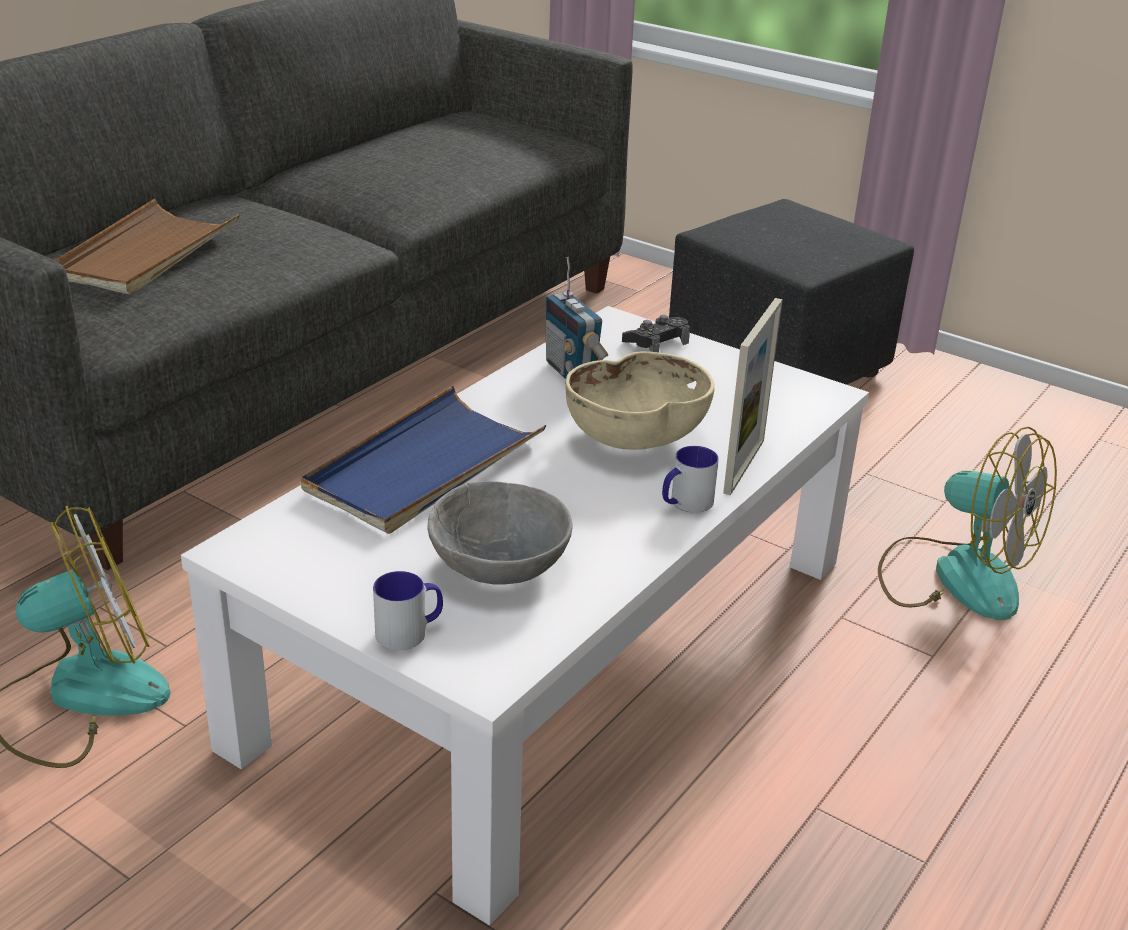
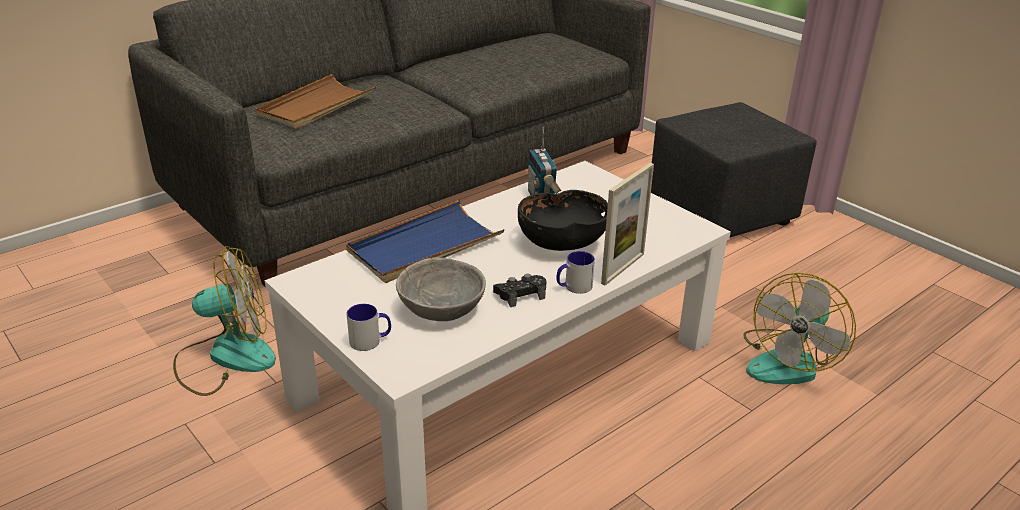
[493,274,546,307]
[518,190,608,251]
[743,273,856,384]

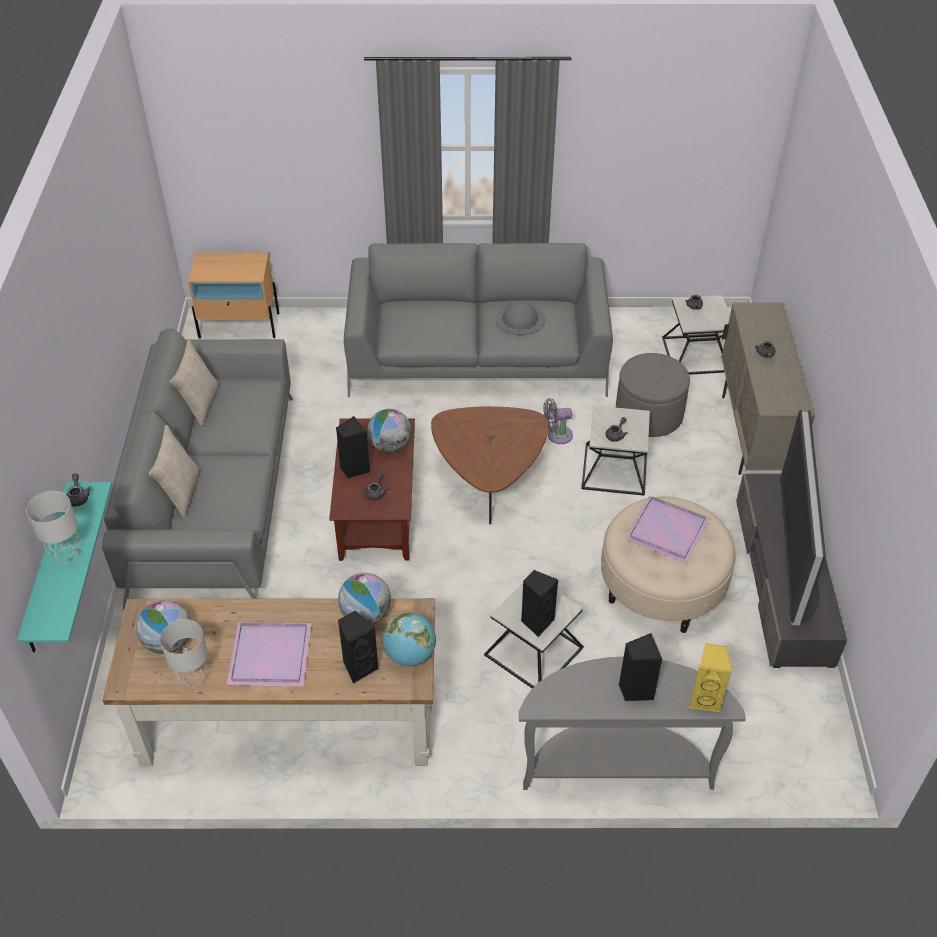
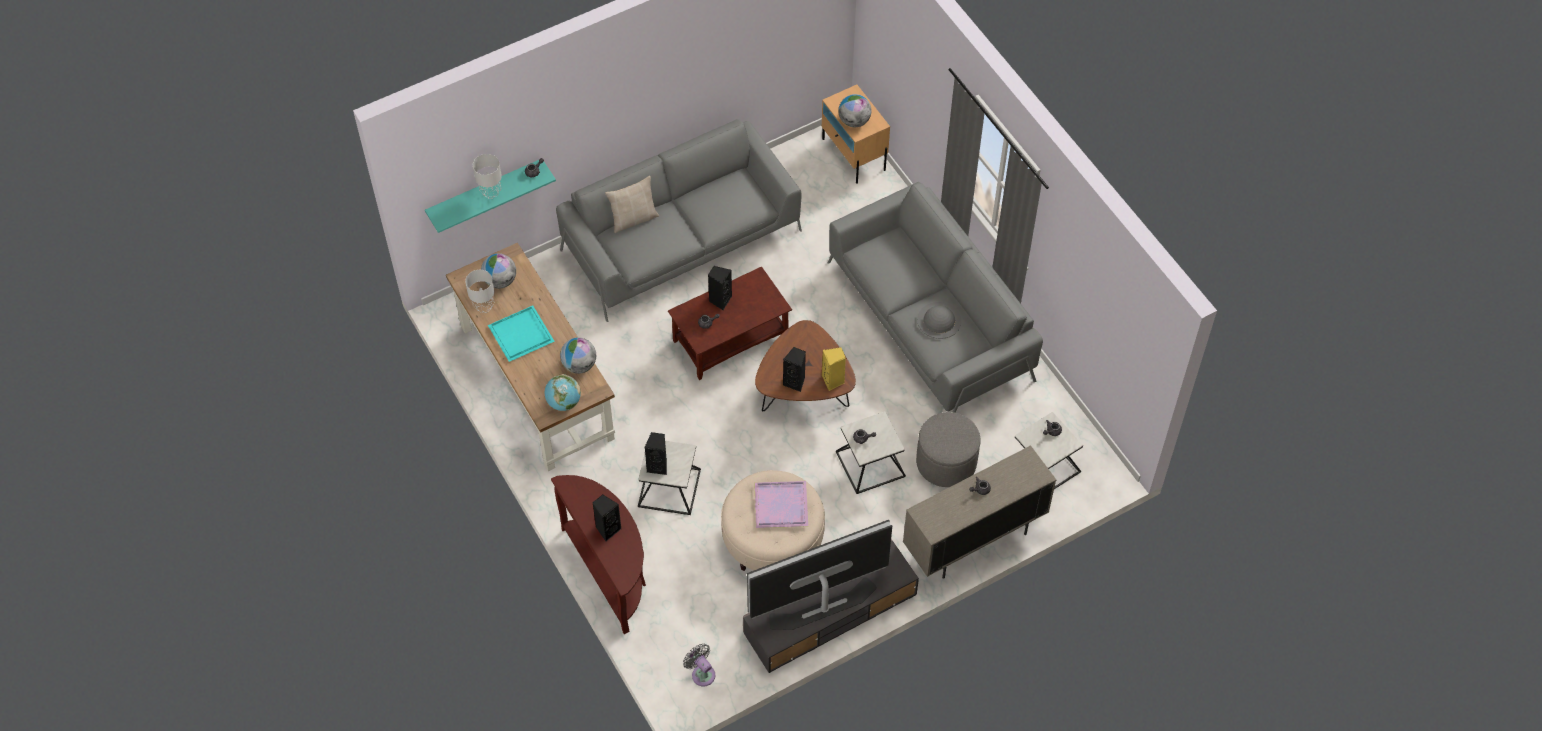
[488,306,555,362]
[551,475,646,634]
[683,643,715,686]
[783,347,806,392]
[822,347,846,391]
[838,94,872,127]
[170,340,219,426] (first image)

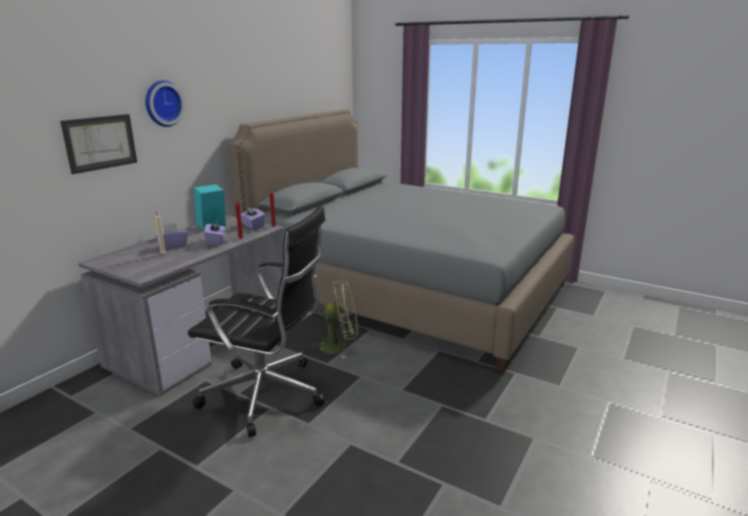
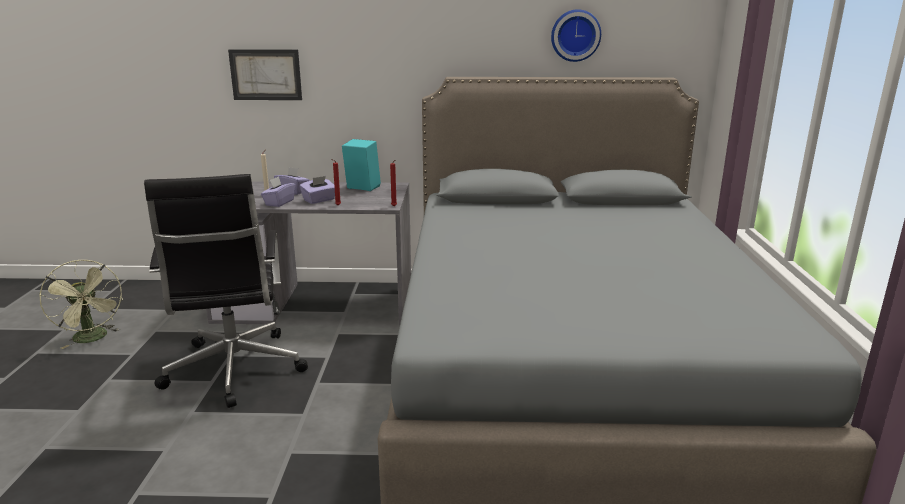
[39,260,123,349]
[261,176,295,207]
[551,9,601,62]

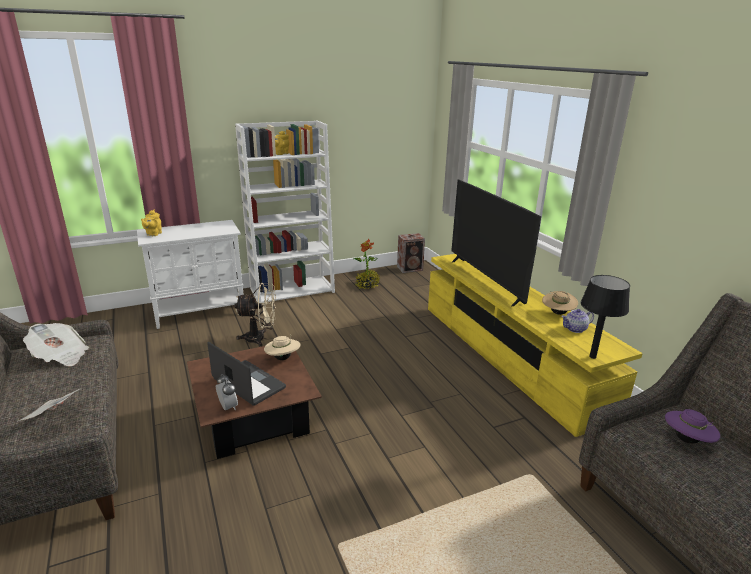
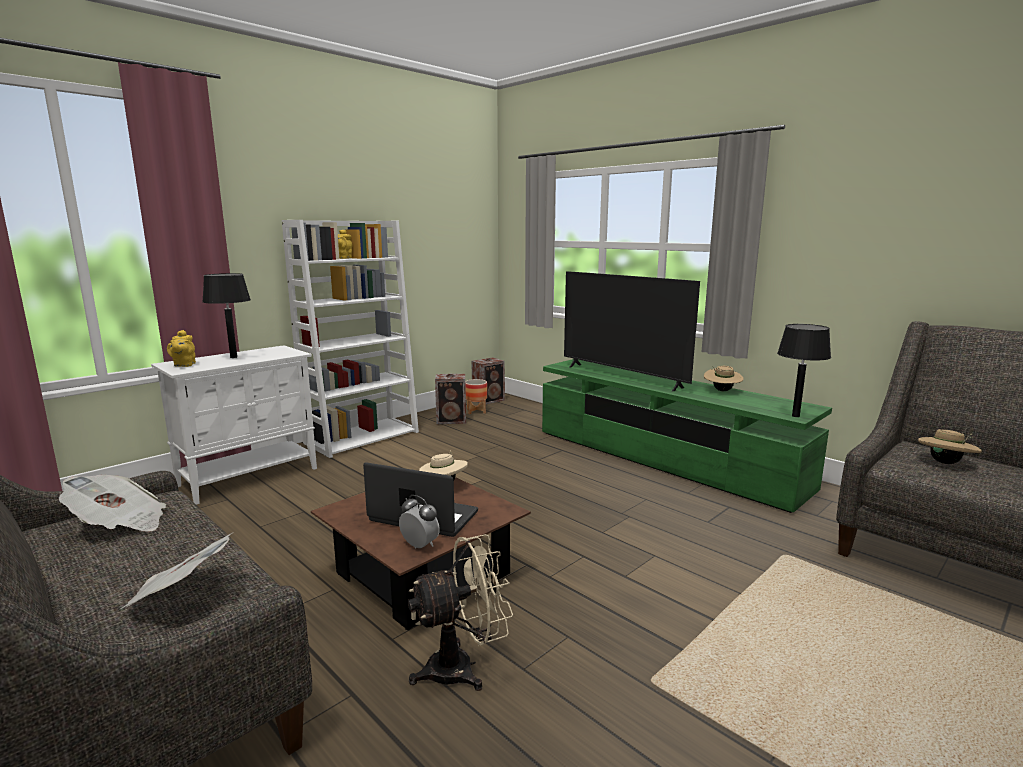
[202,273,251,358]
[408,534,513,691]
[435,374,466,424]
[465,379,487,414]
[542,359,832,513]
[918,429,982,464]
[561,309,594,333] (first image)

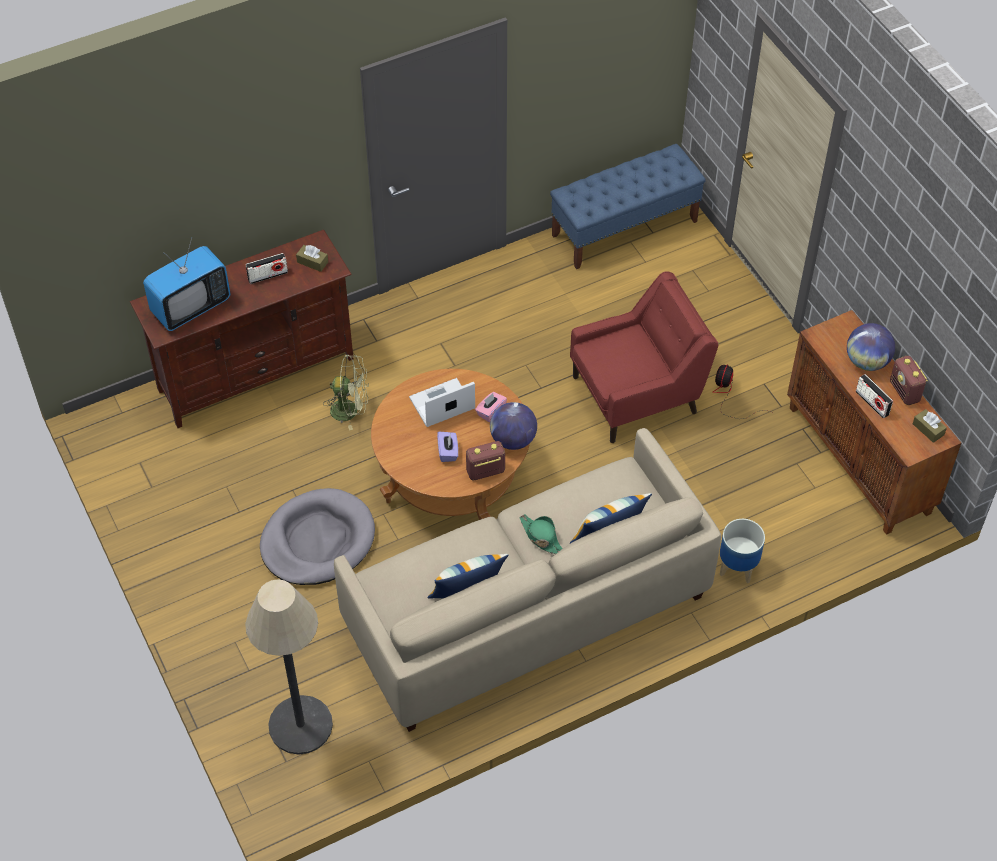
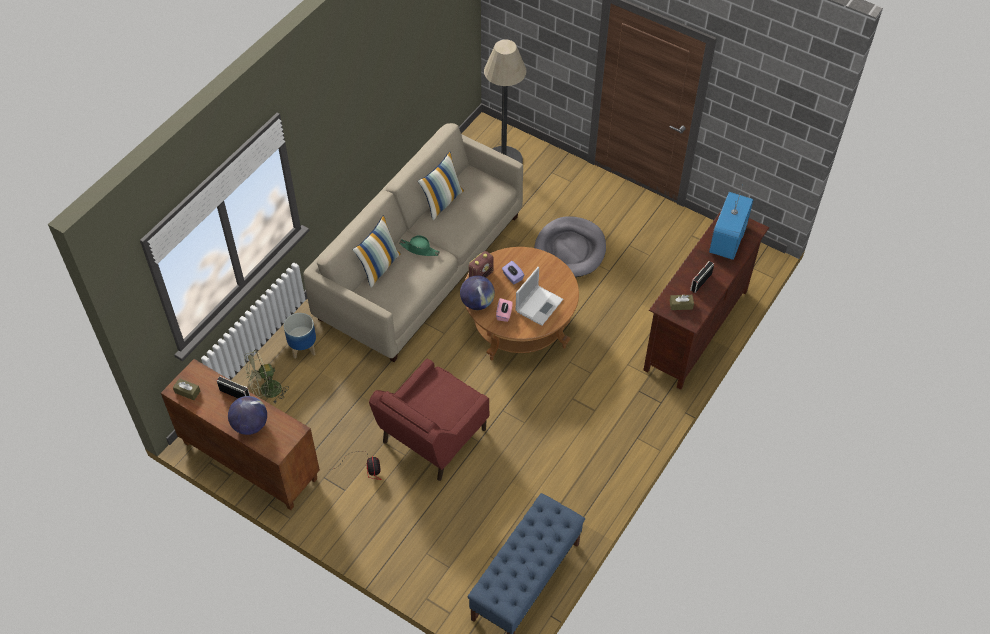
[244,350,288,404]
[890,356,928,405] (first image)

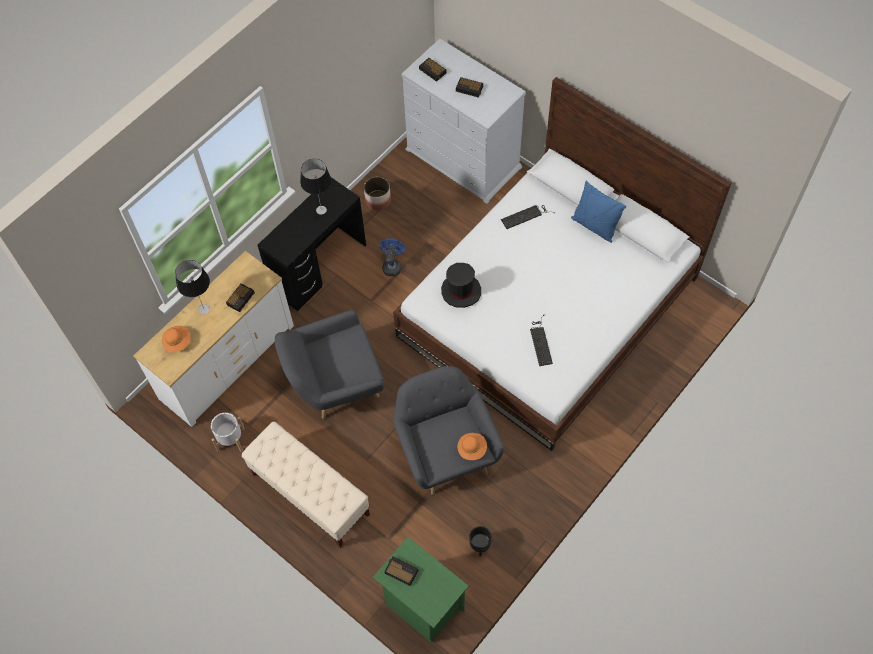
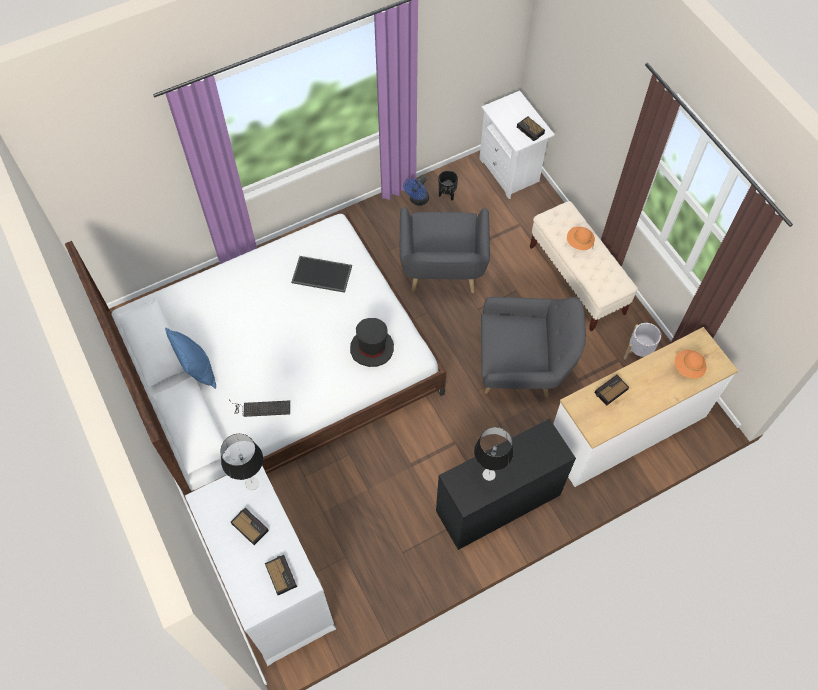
[221,434,263,490]
[291,256,352,293]
[403,175,429,206]
[479,91,555,199]
[567,226,595,250]
[364,177,391,210] (first image)

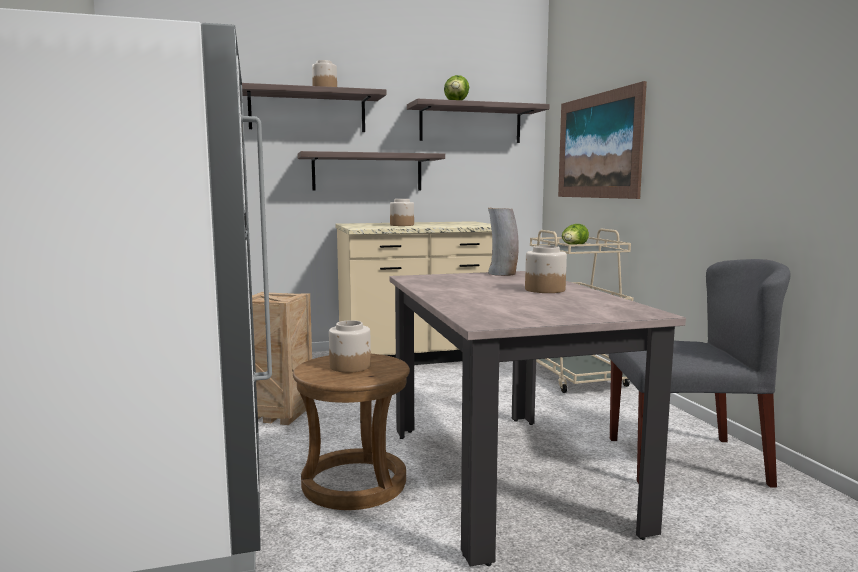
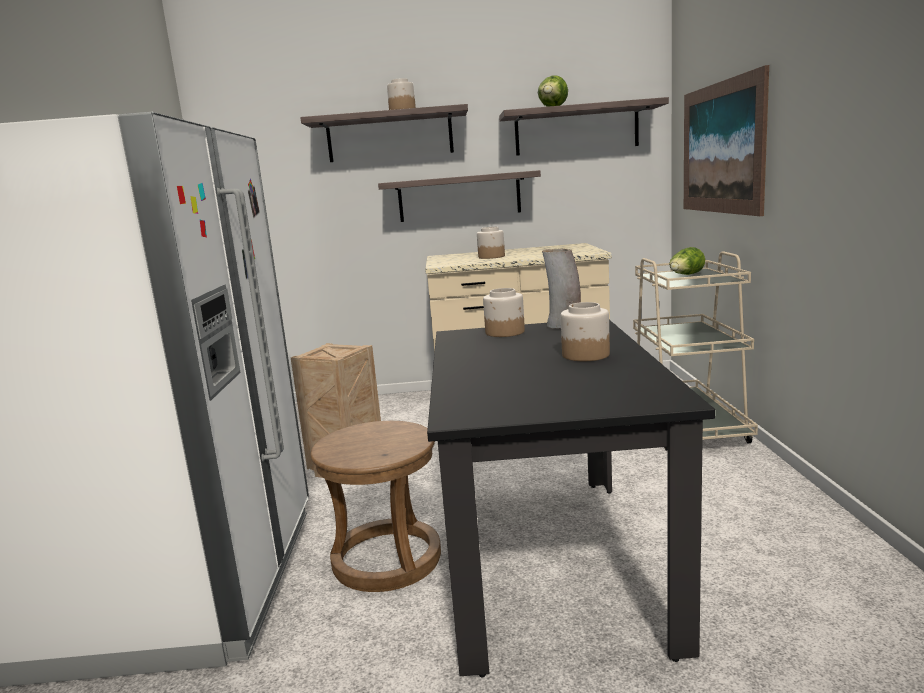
[427,320,715,677]
[483,288,525,337]
[609,259,791,488] (first image)

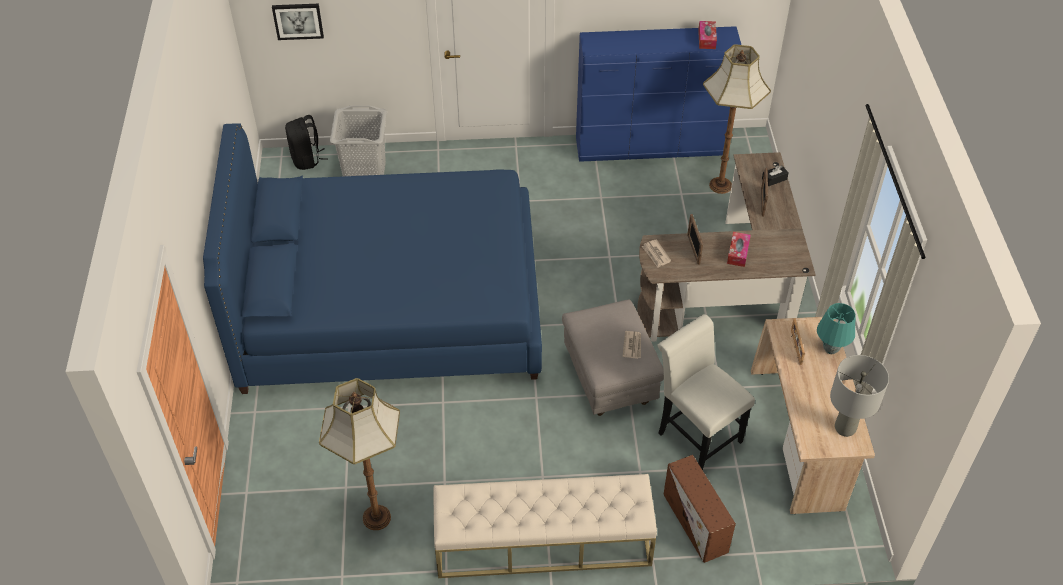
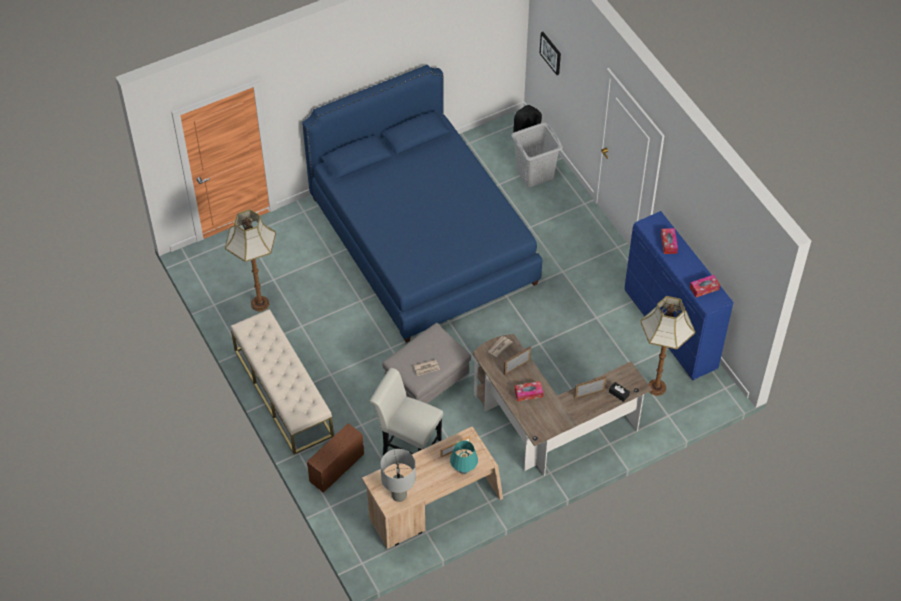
[369,368,443,455]
[661,228,678,254]

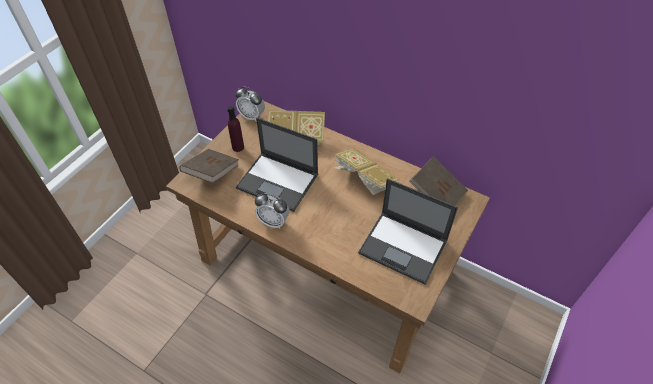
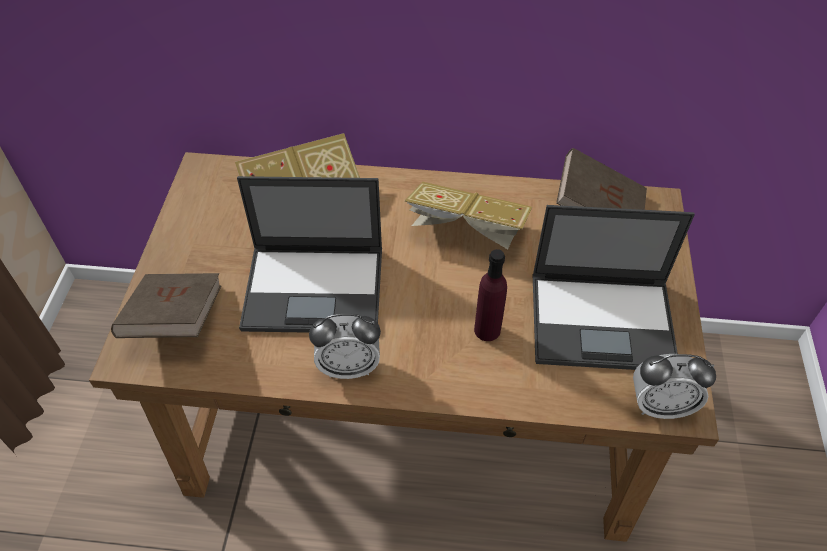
[474,249,507,341]
[633,354,716,419]

